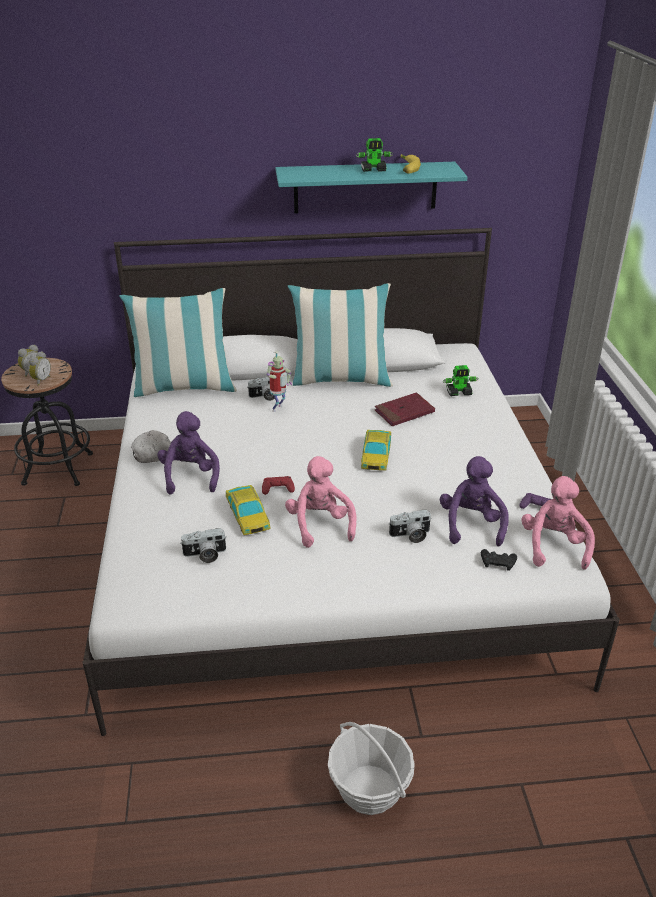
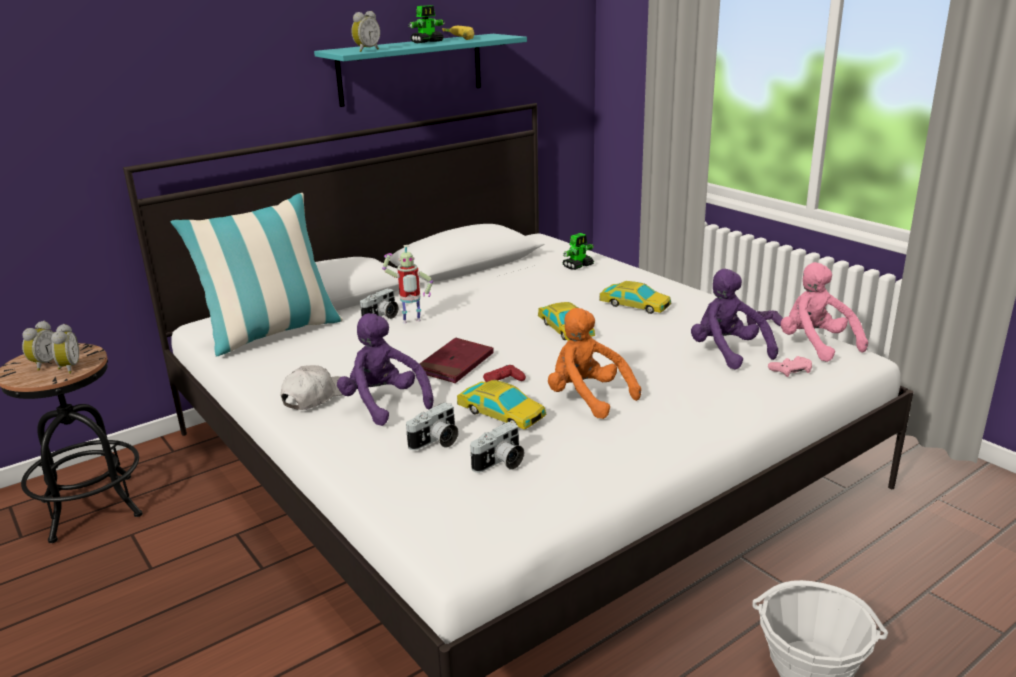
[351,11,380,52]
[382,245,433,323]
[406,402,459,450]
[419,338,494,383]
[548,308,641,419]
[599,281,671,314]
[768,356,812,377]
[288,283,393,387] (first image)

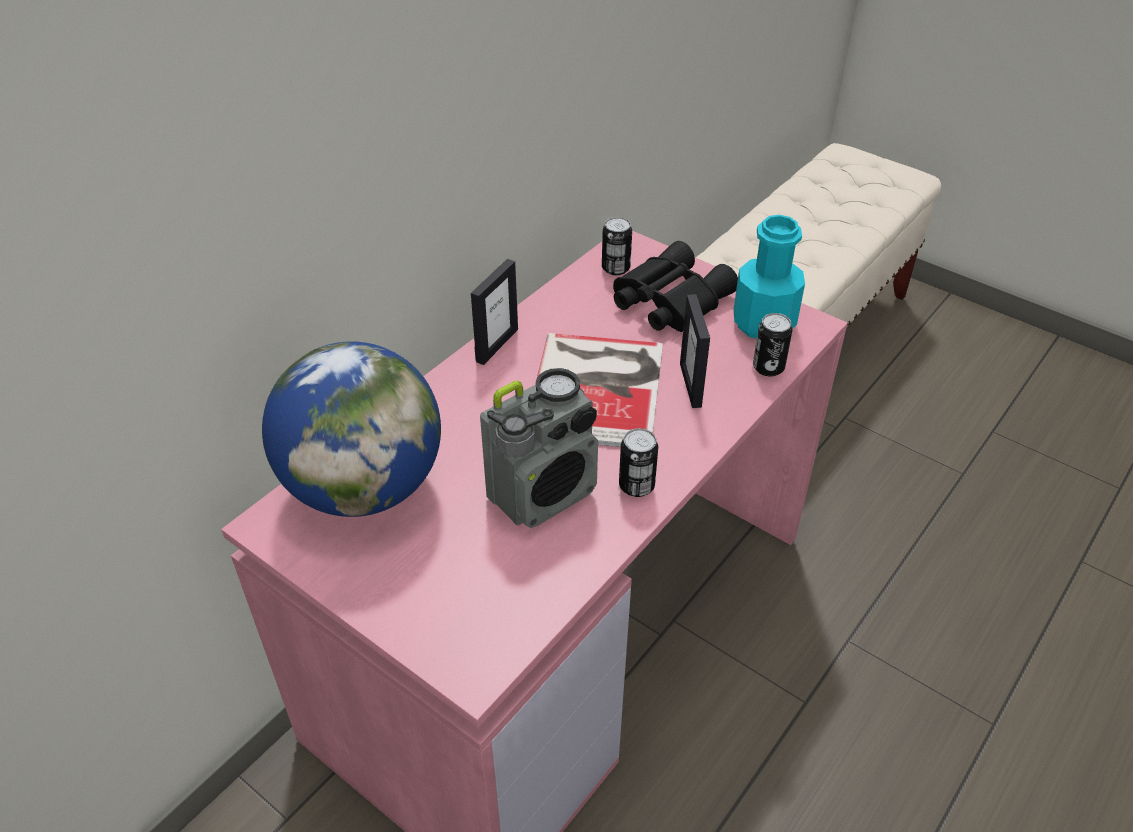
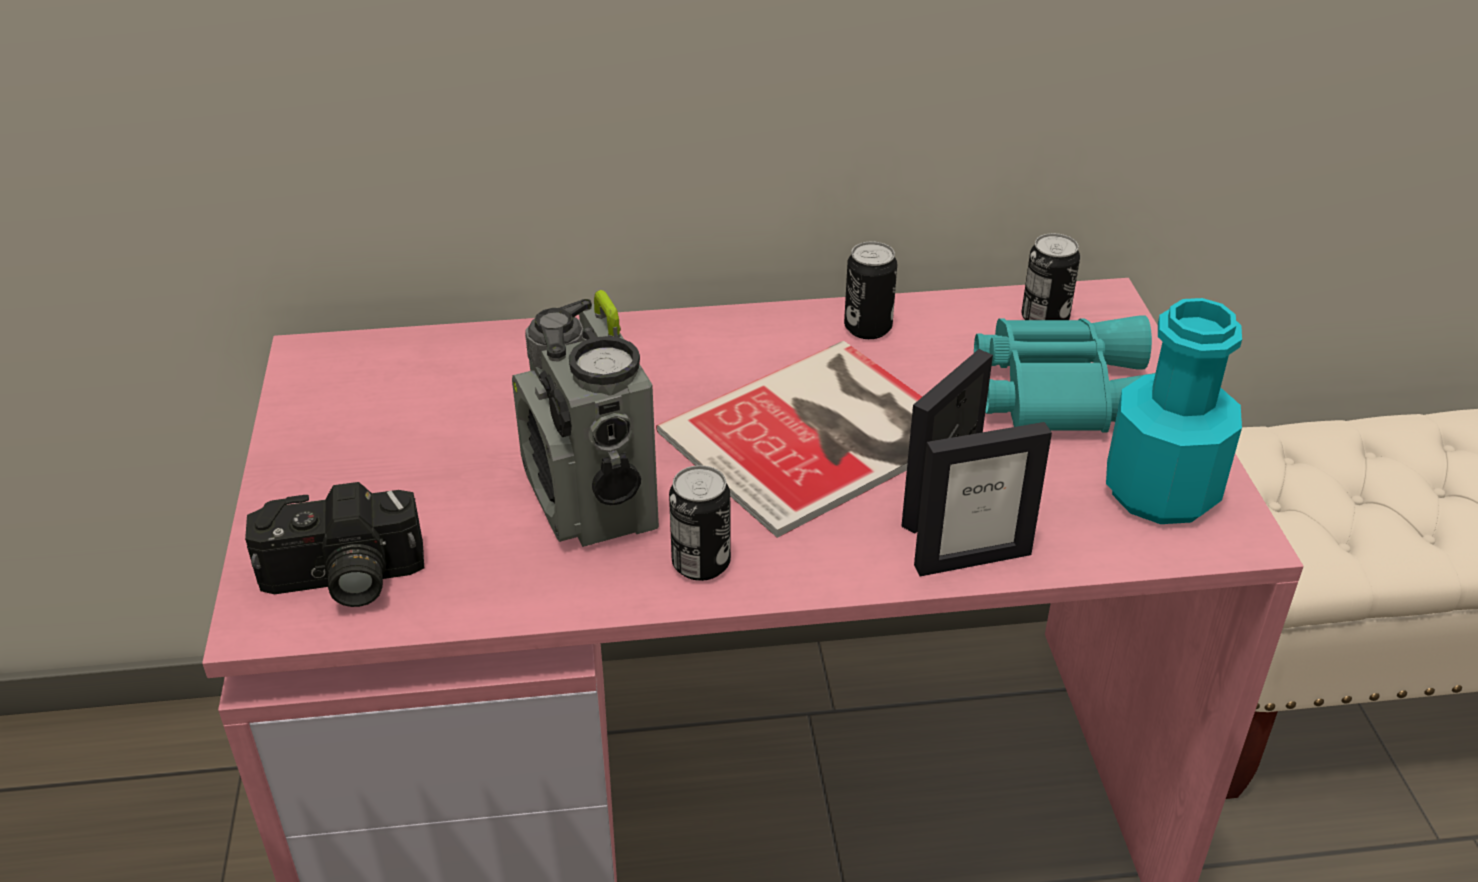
[245,482,424,607]
[512,290,659,547]
[844,241,897,339]
[914,422,1052,576]
[974,315,1155,433]
[262,342,441,517] (first image)

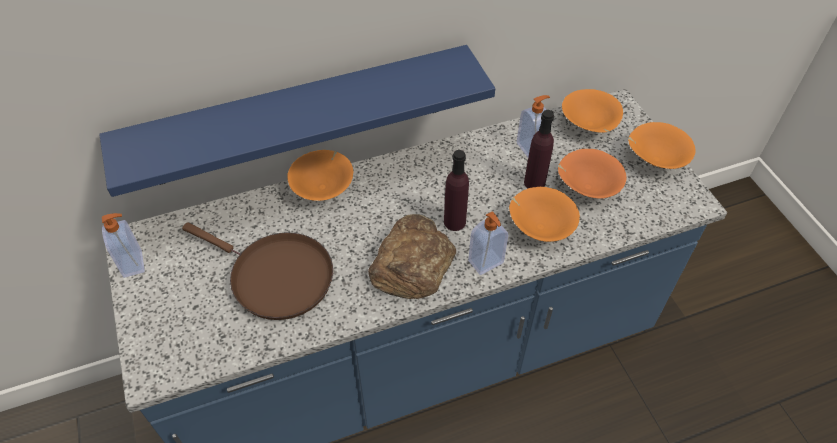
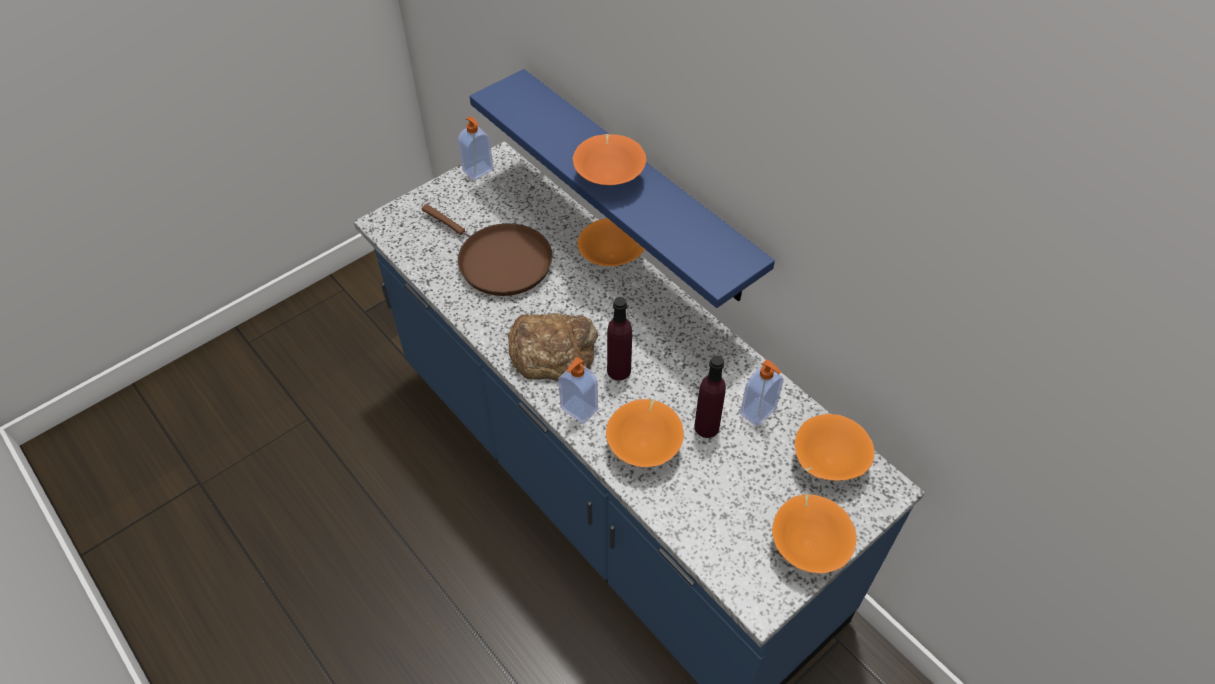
[422,204,553,296]
[573,134,646,185]

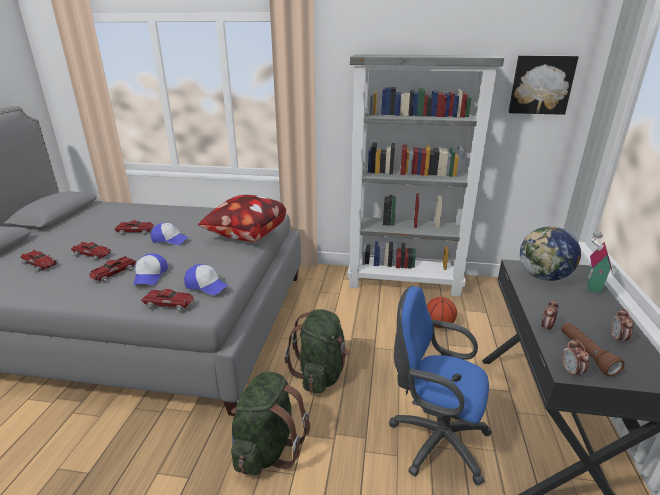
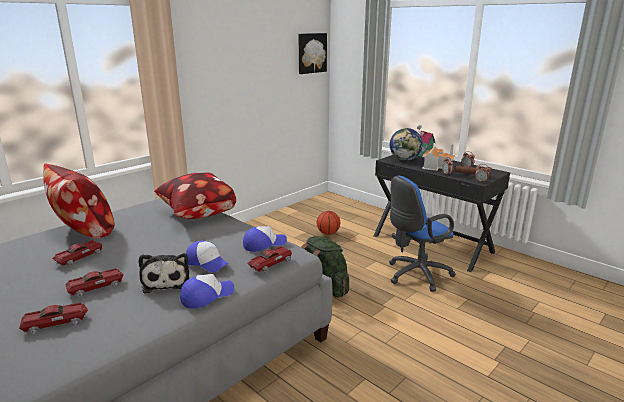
[43,164,115,239]
[139,253,189,294]
[180,274,234,309]
[422,144,455,171]
[231,372,310,475] (first image)
[347,54,504,297] (first image)

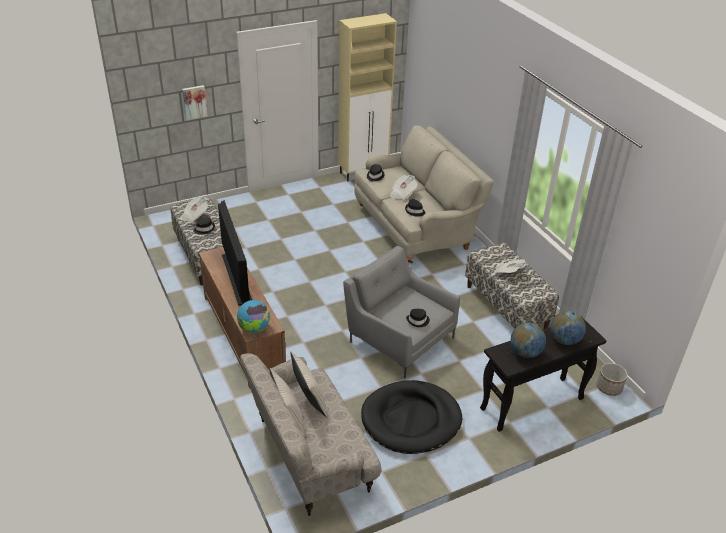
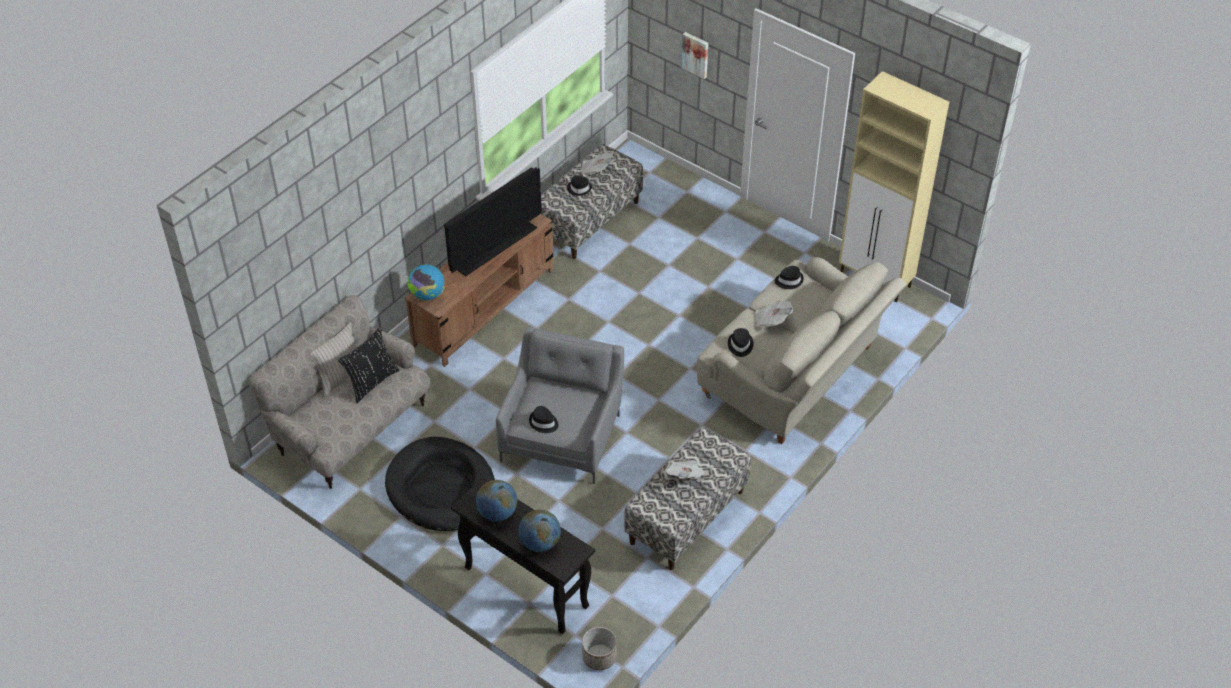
[338,327,399,403]

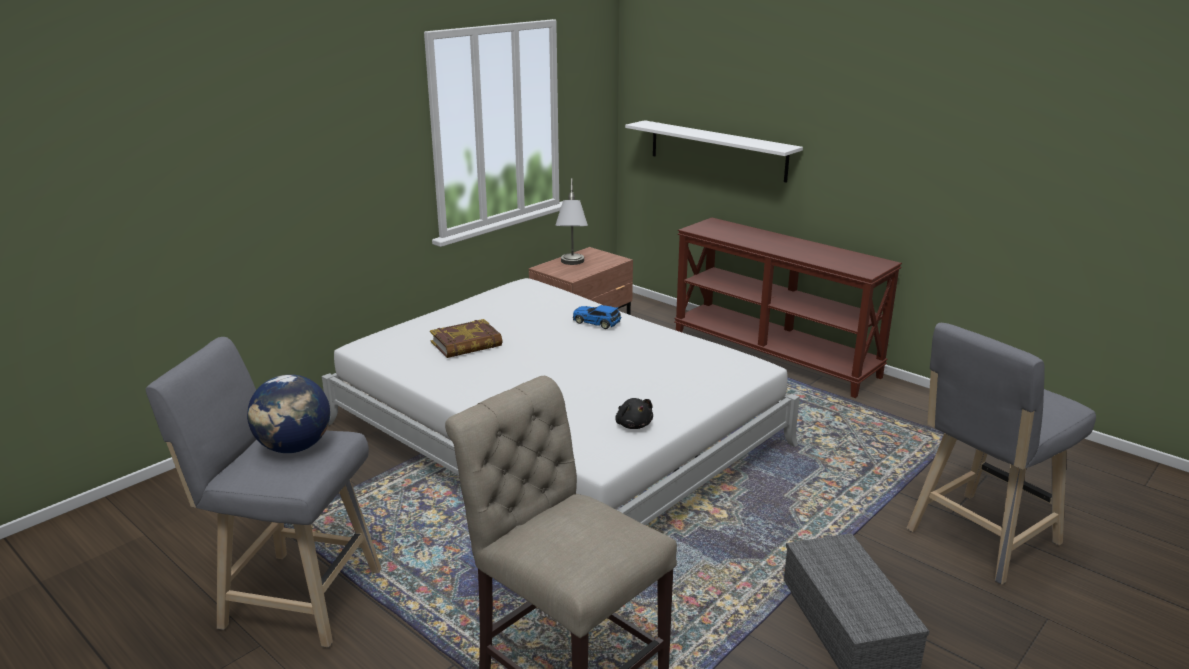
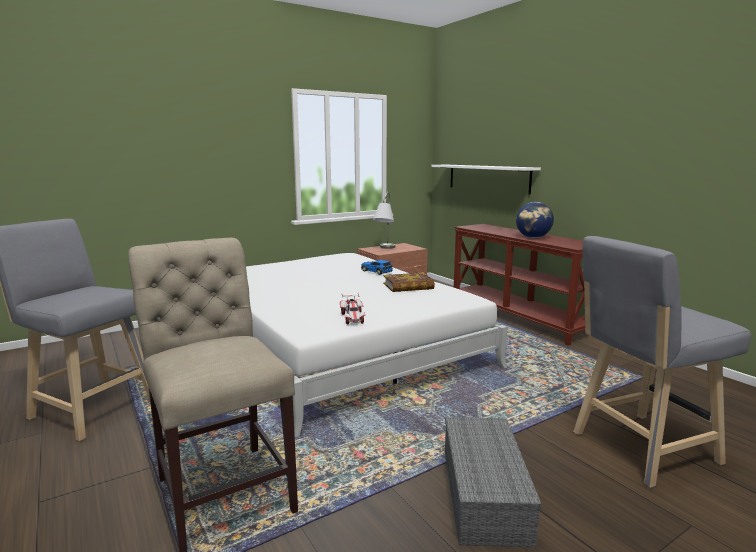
[340,294,365,325]
[384,272,435,292]
[516,202,554,238]

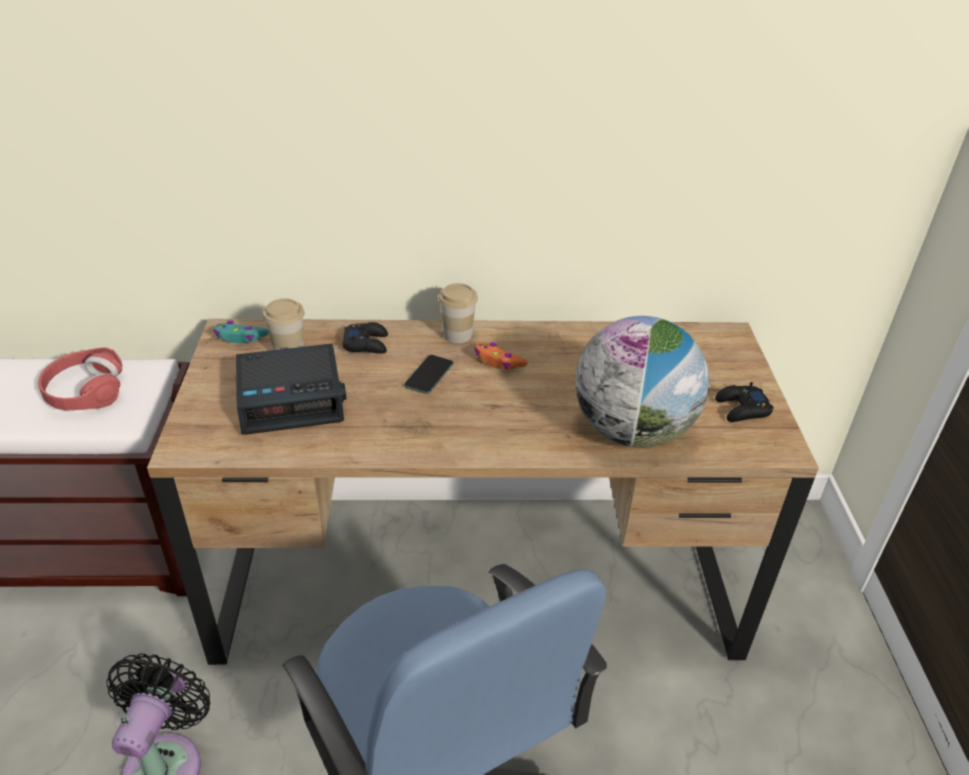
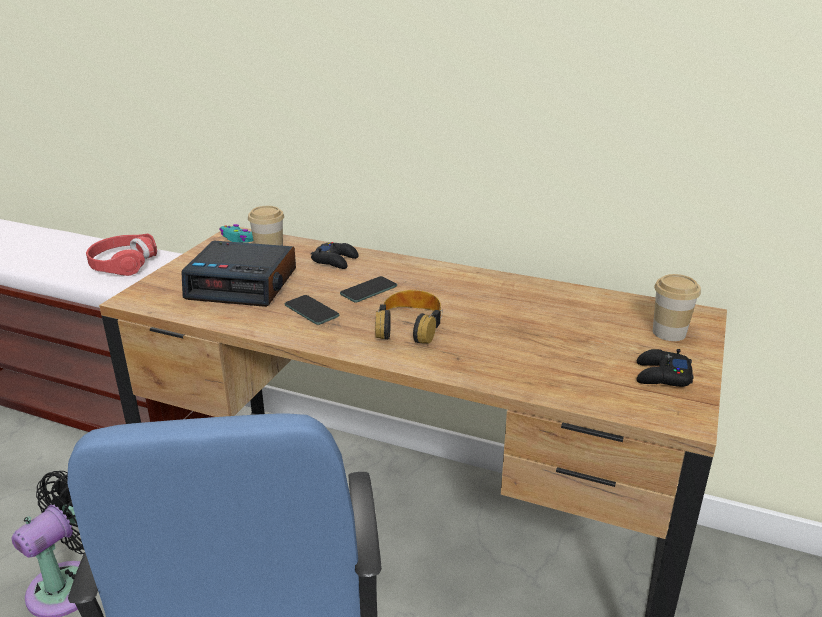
[285,295,339,325]
[375,290,442,344]
[653,274,701,341]
[474,342,528,370] (first image)
[575,316,709,448] (first image)

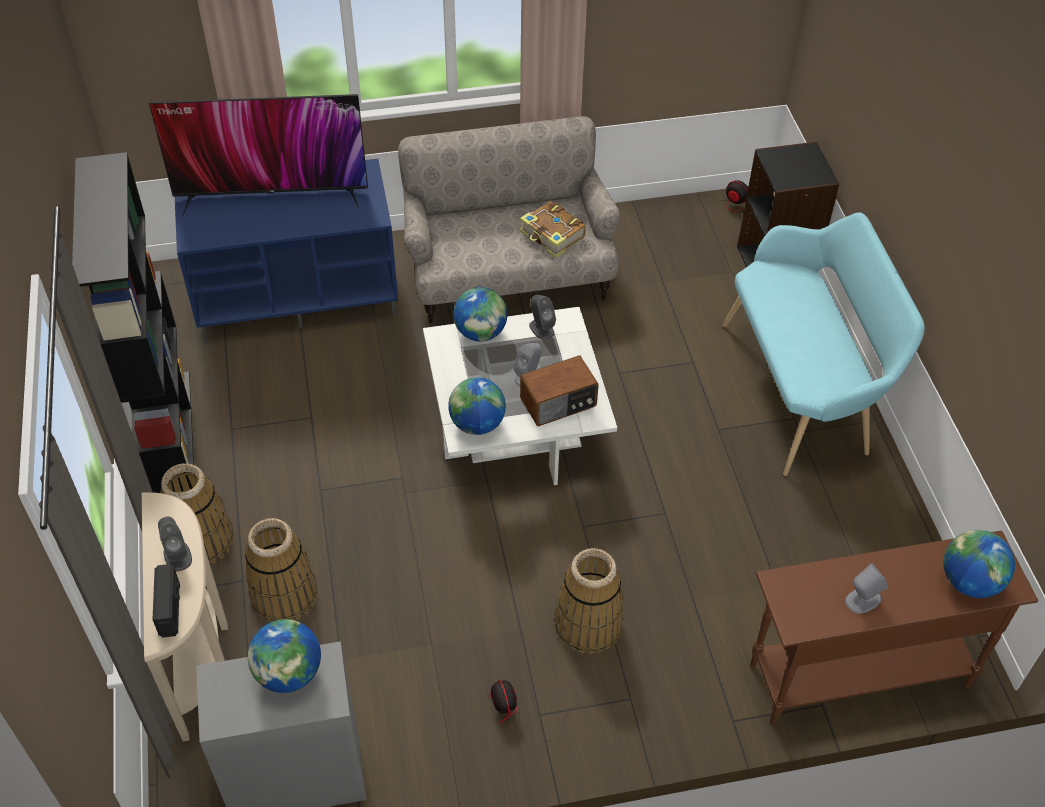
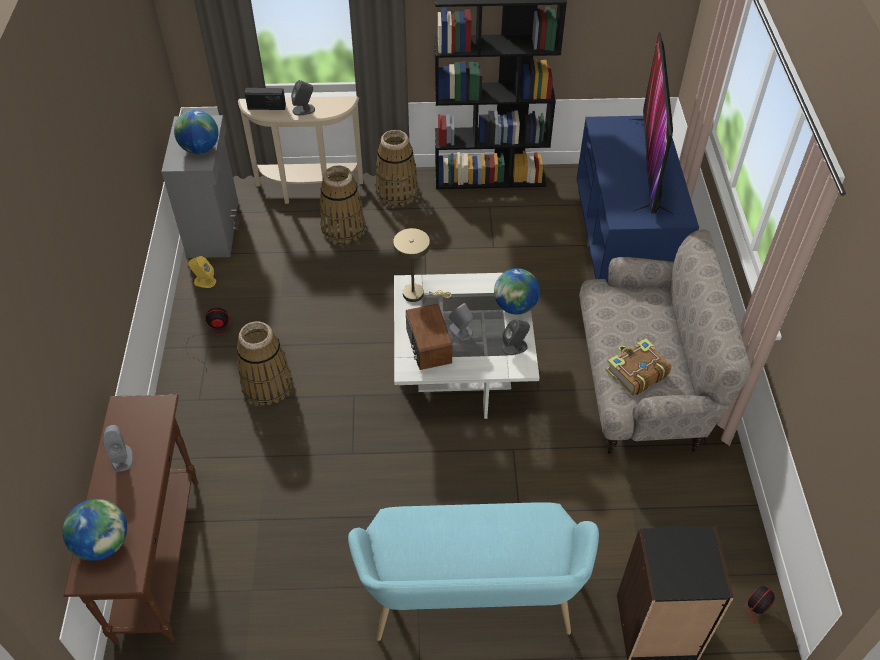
[188,256,216,288]
[393,228,452,302]

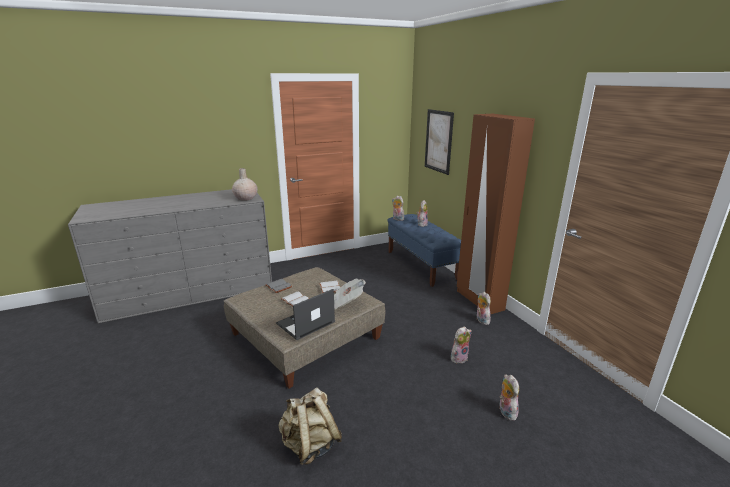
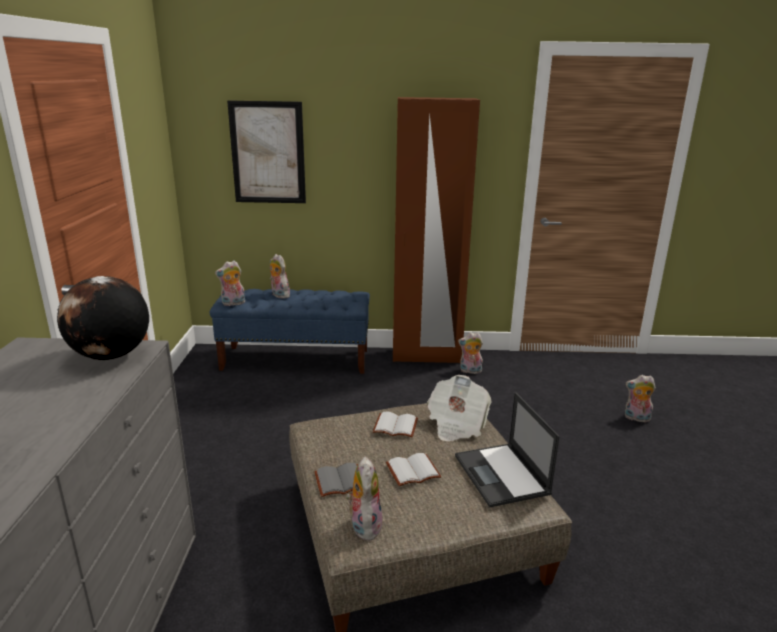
[57,276,149,360]
[346,456,383,541]
[278,387,342,465] (first image)

